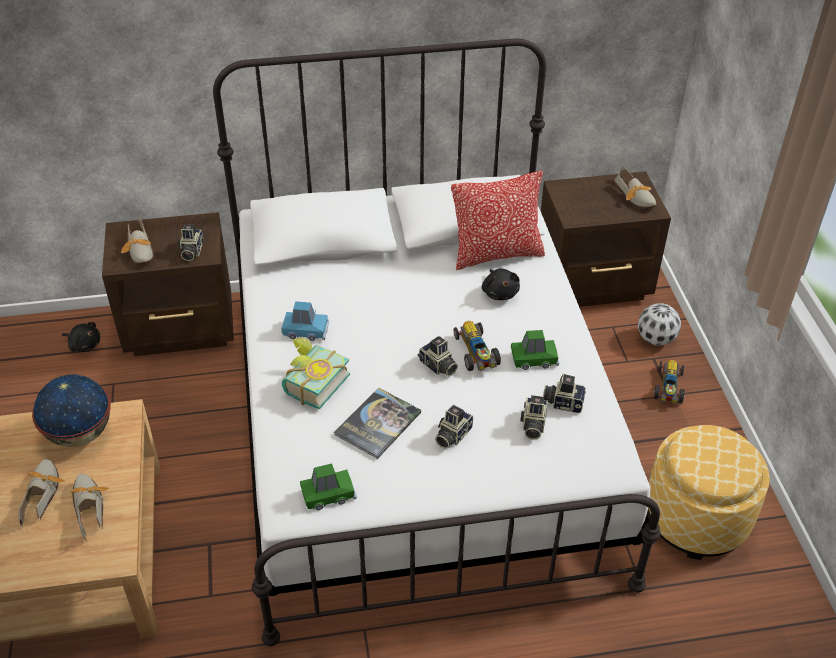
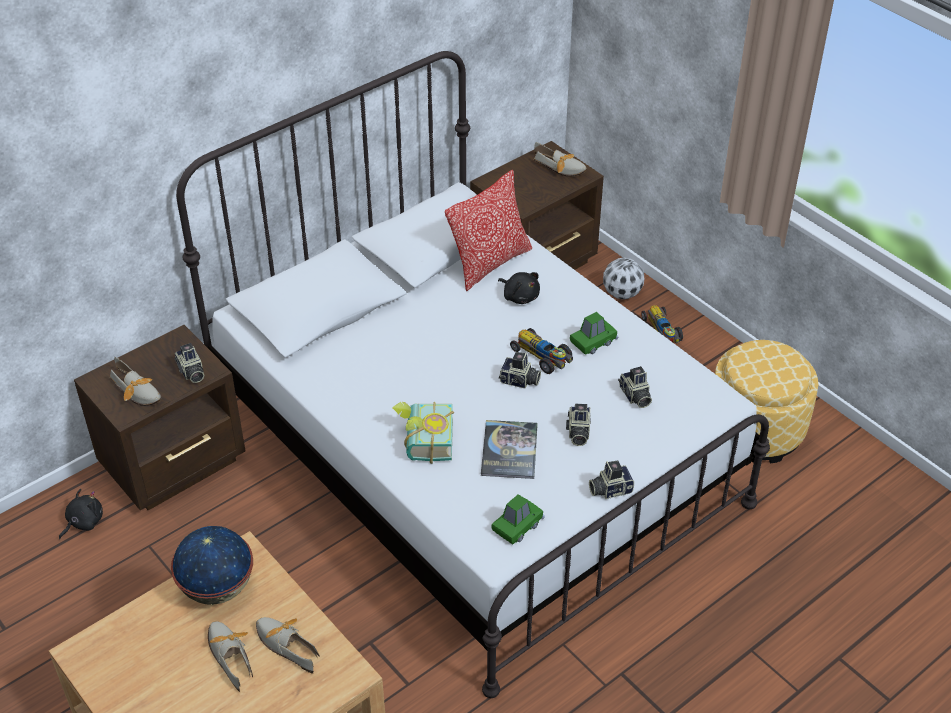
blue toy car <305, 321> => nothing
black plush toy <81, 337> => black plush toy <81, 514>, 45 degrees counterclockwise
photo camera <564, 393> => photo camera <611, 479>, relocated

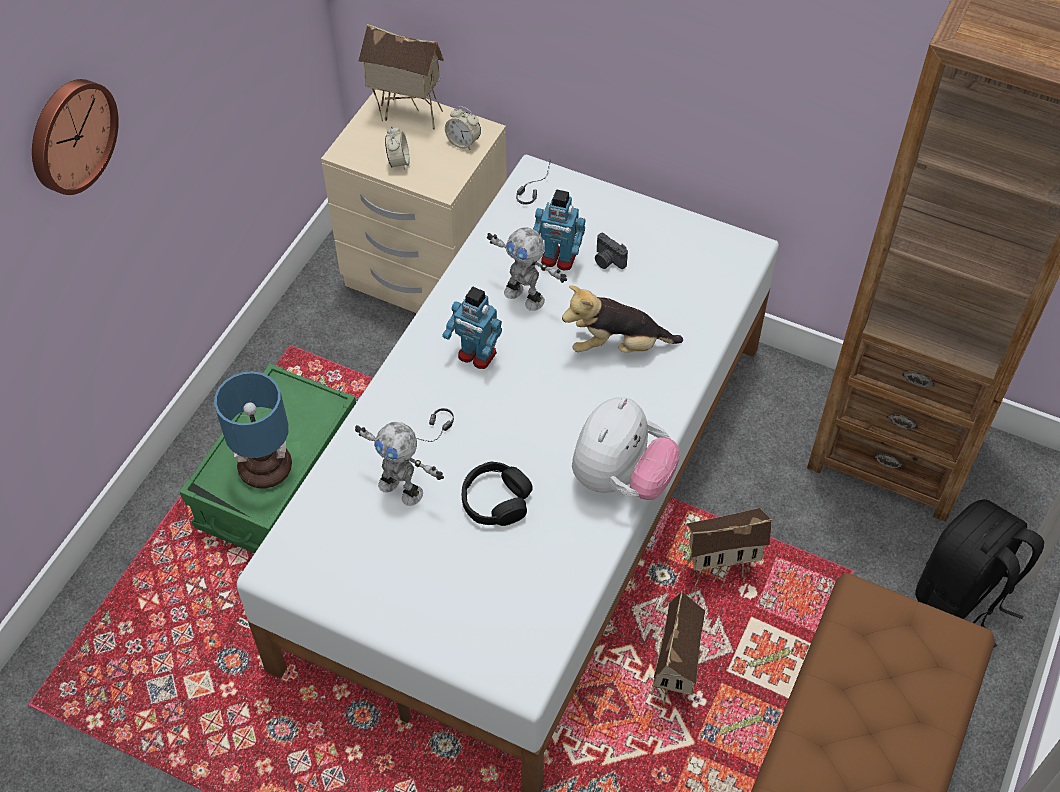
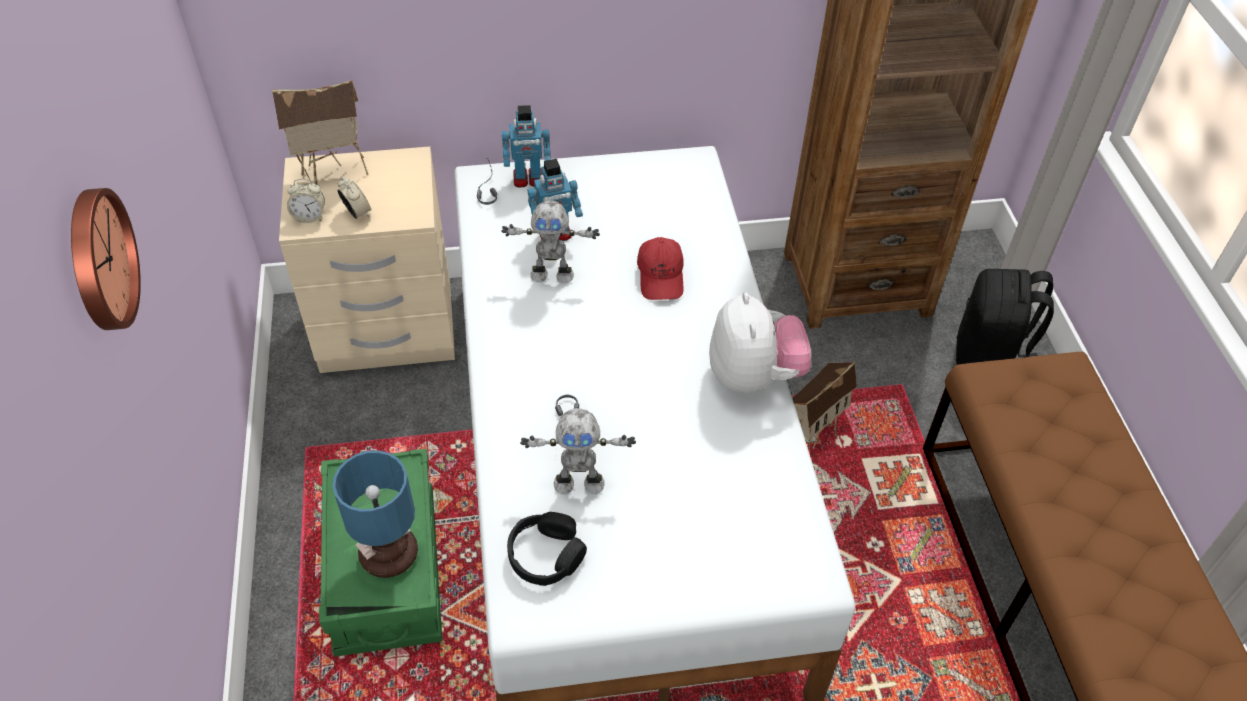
alarm clock <463, 128> => alarm clock <306, 201>, relocated
photo camera <611, 251> => nothing
plush toy <622, 319> => red cap <660, 268>
toy robot <472, 328> => toy robot <526, 146>, relocated
black headphones <497, 494> => black headphones <547, 549>, relocated
toy house <678, 648> => nothing

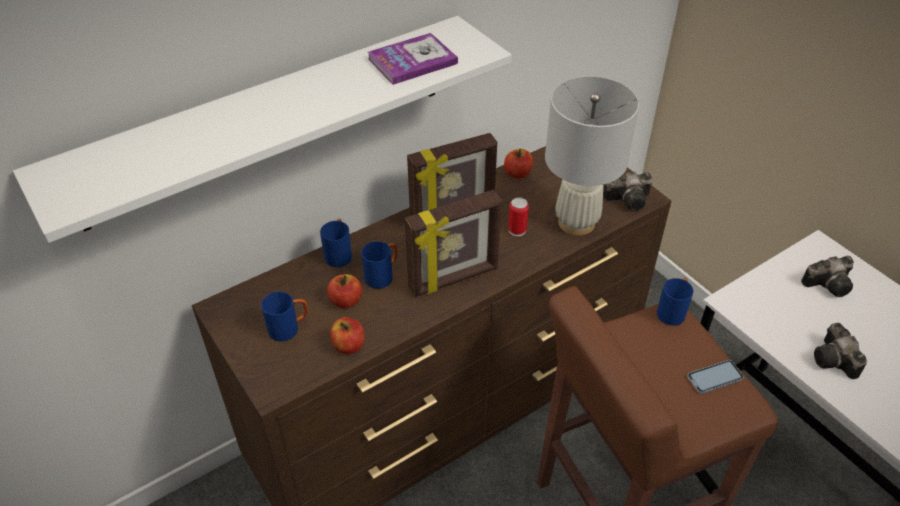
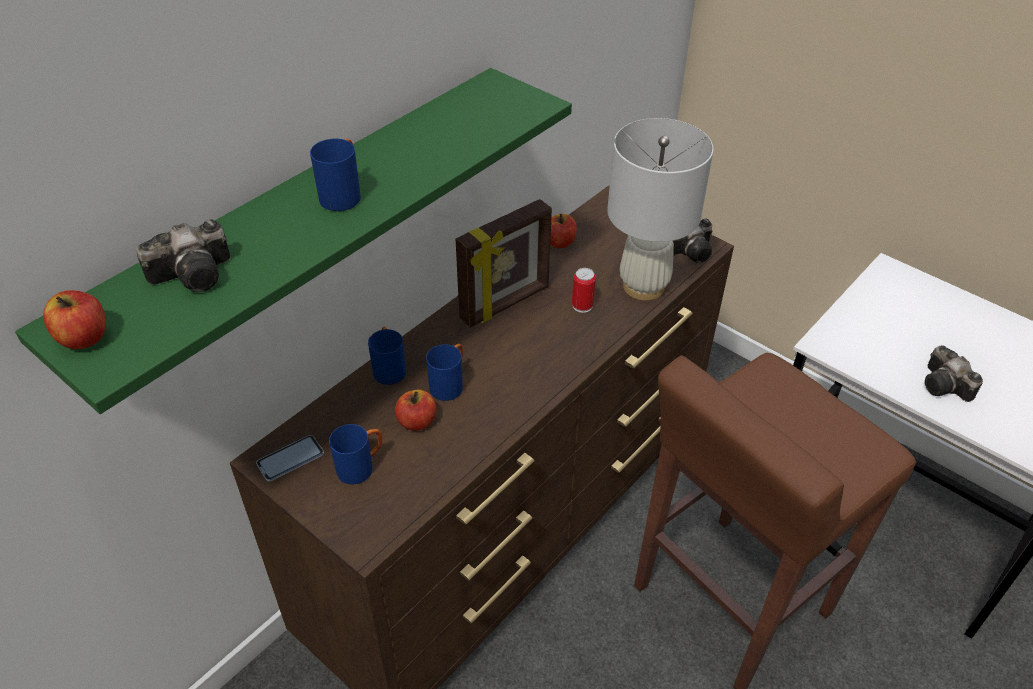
white shelf <262, 129> => green shelf <293, 241>
book <412, 59> => nothing
picture frame <453, 243> => nothing
photo camera <827, 276> => photo camera <183, 255>, relocated
blue mug <675, 302> => blue mug <335, 175>, relocated
apple <347, 335> => apple <74, 319>, relocated
phone <715, 377> => phone <290, 458>, relocated

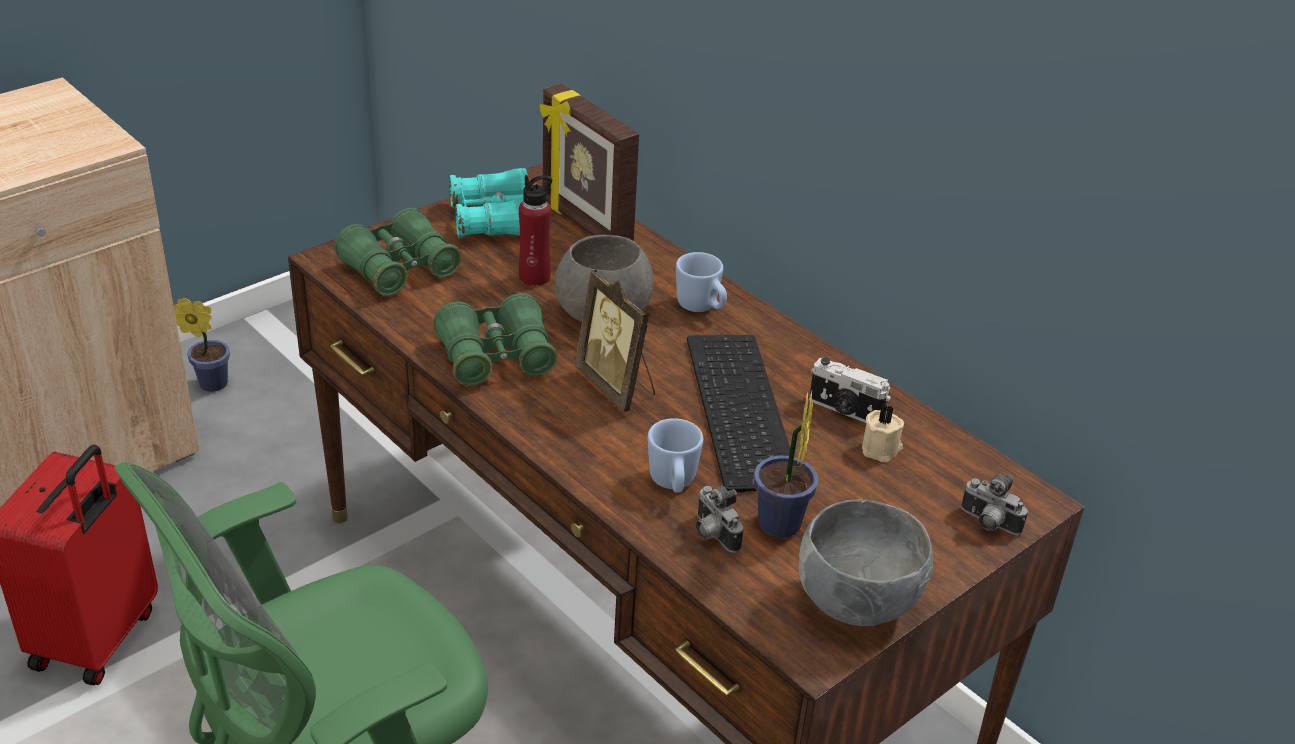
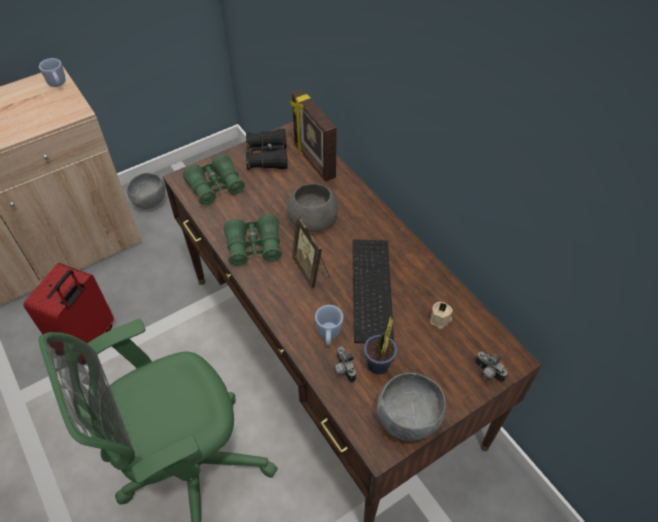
turquoise binoculars <488, 203> => black binoculars <267, 149>
red bottle <535, 230> => nothing
blue mug <701, 282> => blue mug <52, 72>, relocated
potted plant <201, 344> => grey bowl <146, 191>
photo camera <850, 390> => nothing

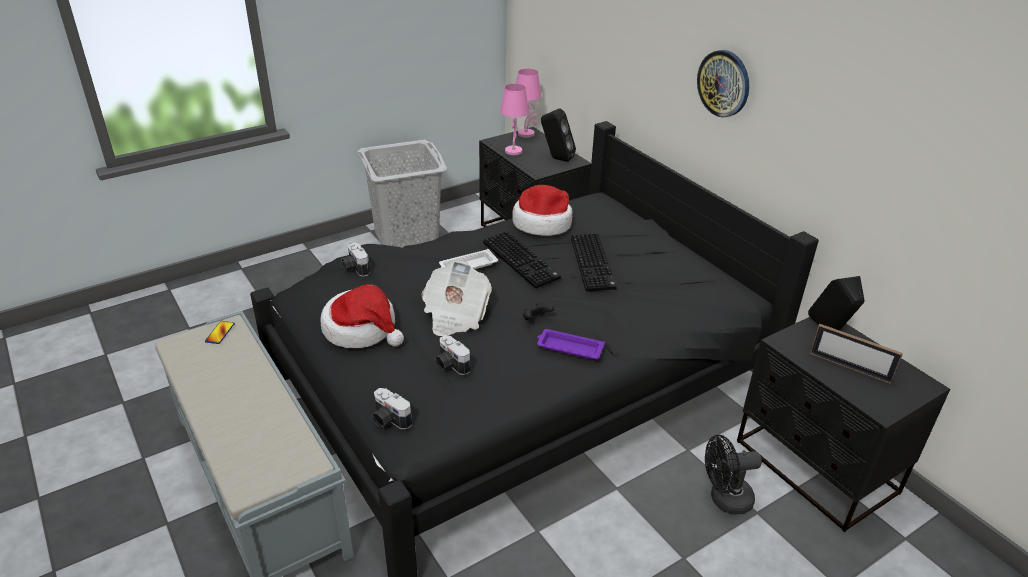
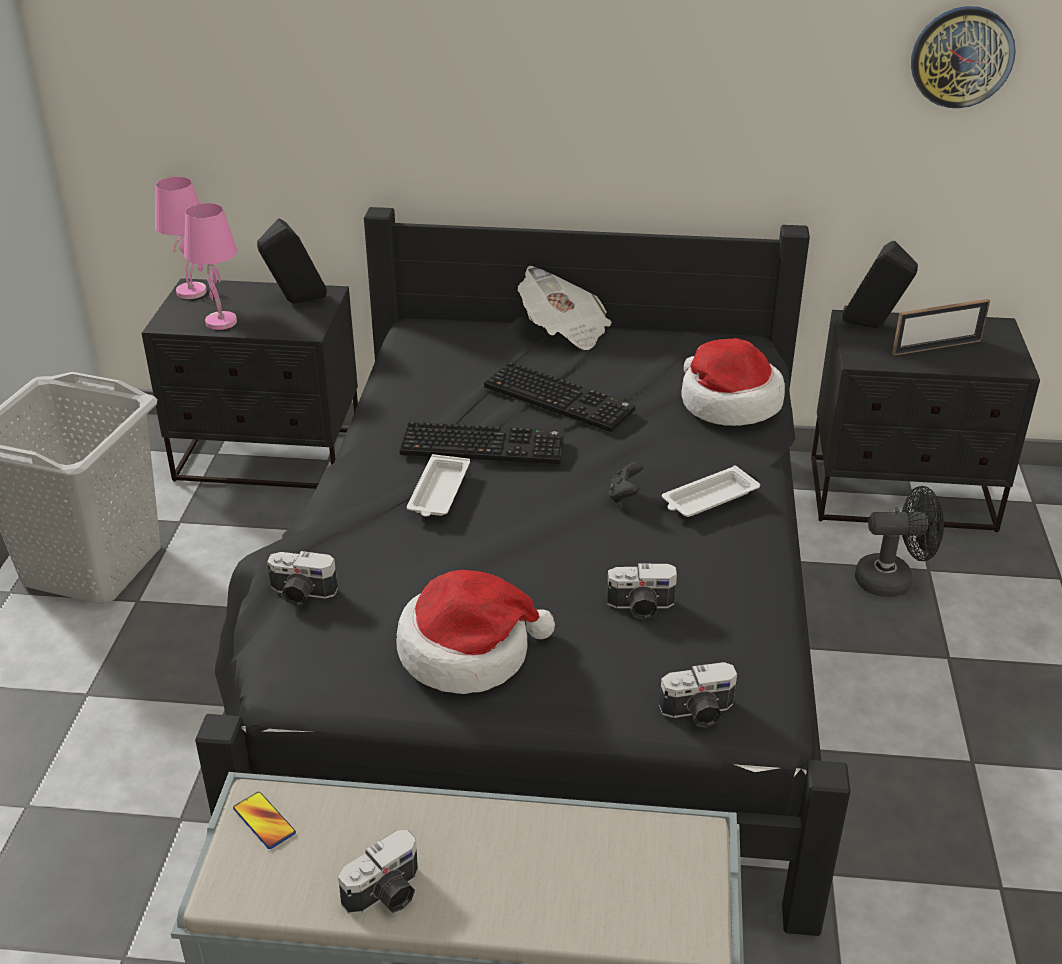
wall clock <723, 84> => wall clock <963, 57>, relocated
hat <542, 210> => hat <733, 382>, relocated
newspaper <456, 298> => newspaper <565, 308>, relocated
purple tray <571, 344> => white tray <711, 491>
black fan <733, 474> => black fan <899, 541>, 120 degrees counterclockwise
nothing => photo camera <378, 872>

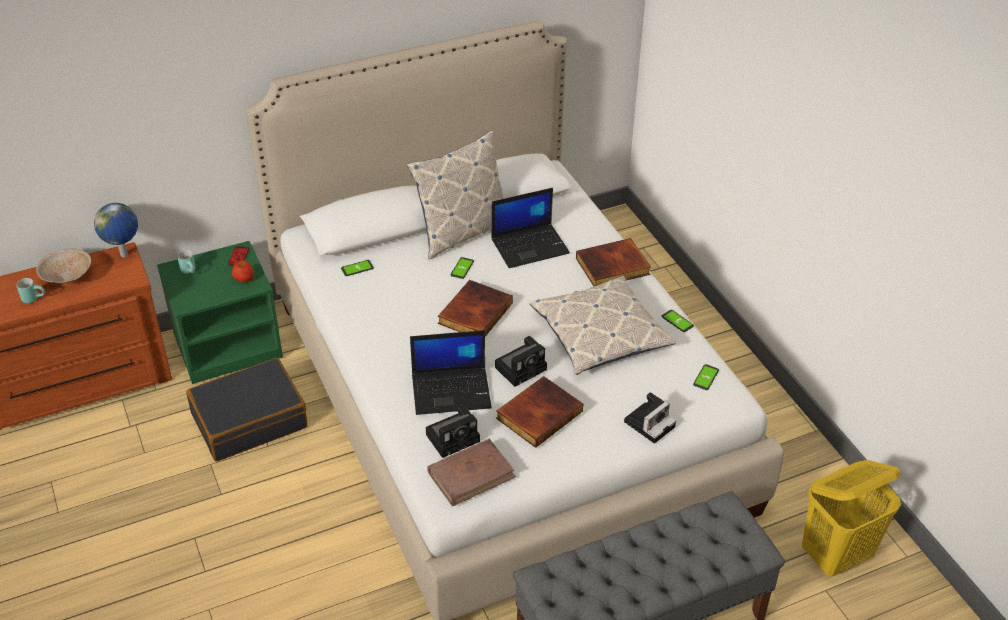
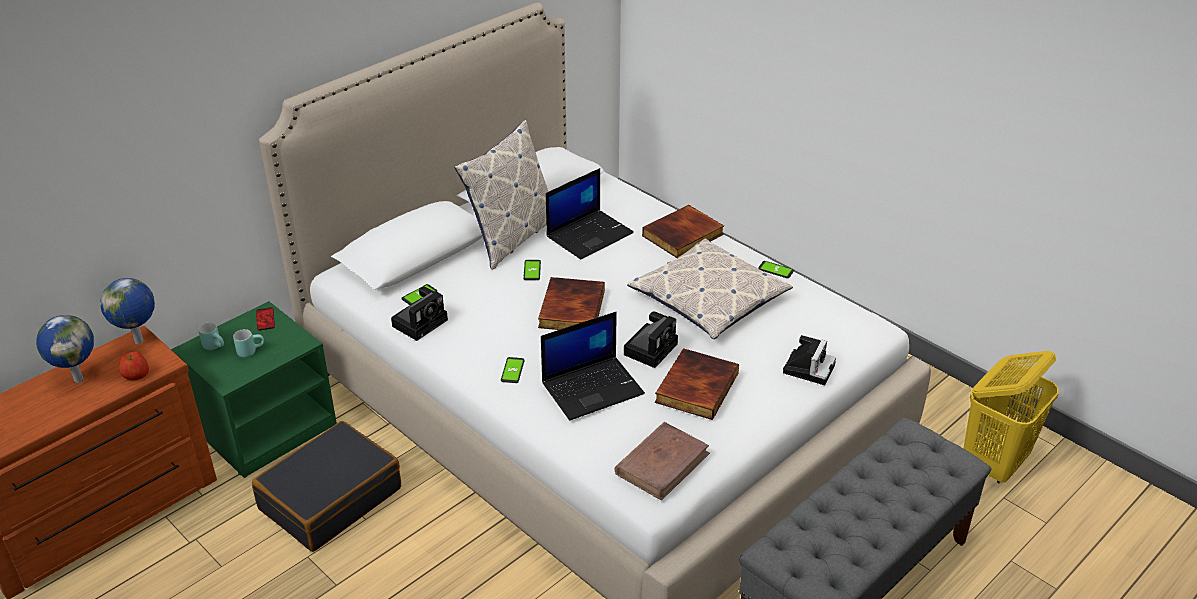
beige bowl <63, 266> => globe <65, 349>
apple <243, 271> => apple <134, 366>, relocated
turquoise mug <30, 290> => turquoise mug <248, 343>, relocated
phone <706, 377> => phone <513, 370>, relocated
photo camera <453, 431> => photo camera <419, 313>, relocated

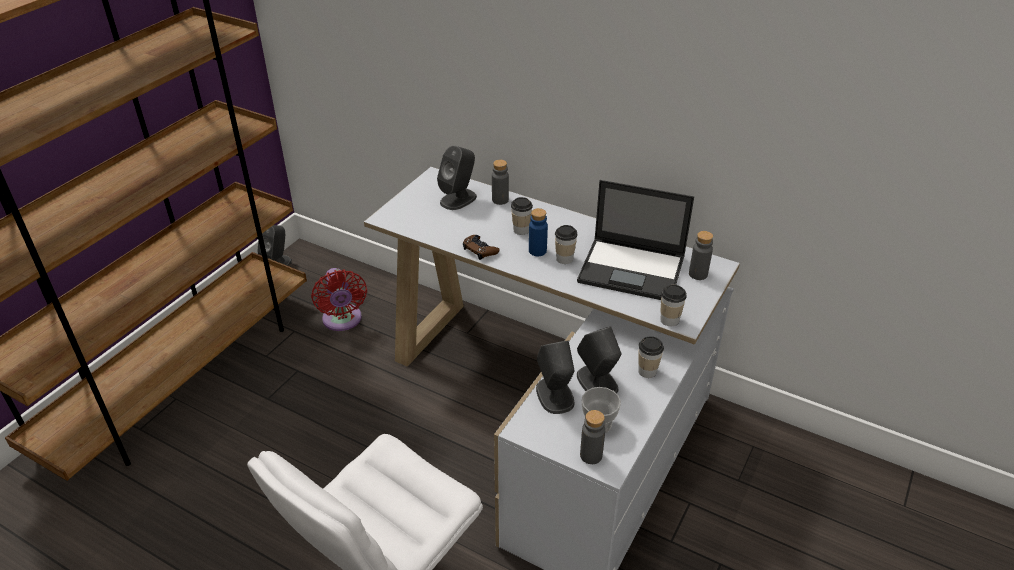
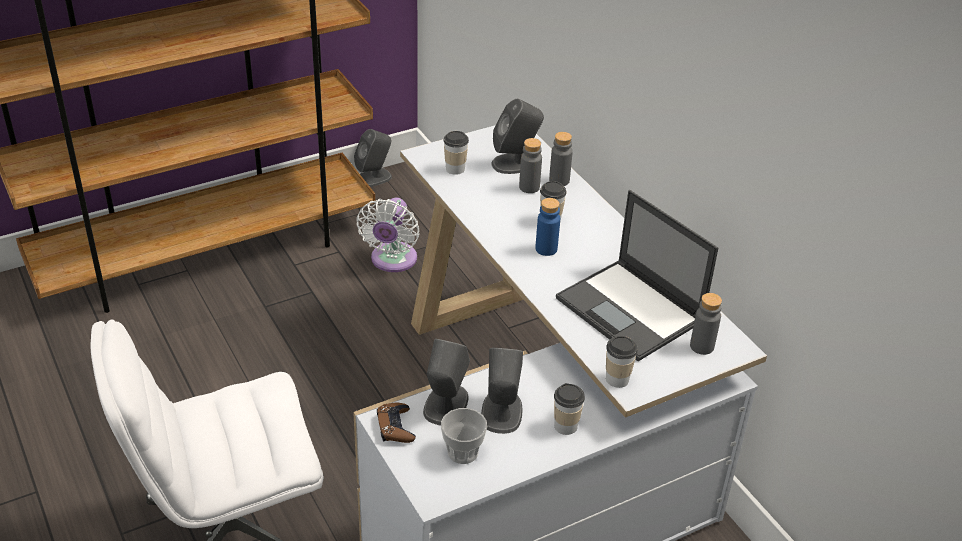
cup <566, 244> => cup <456, 153>, relocated
brown game controller <481, 247> => brown game controller <396, 423>, relocated
red fan <339, 299> => white fan <387, 235>
grey bottle <592, 437> => grey bottle <530, 165>, relocated

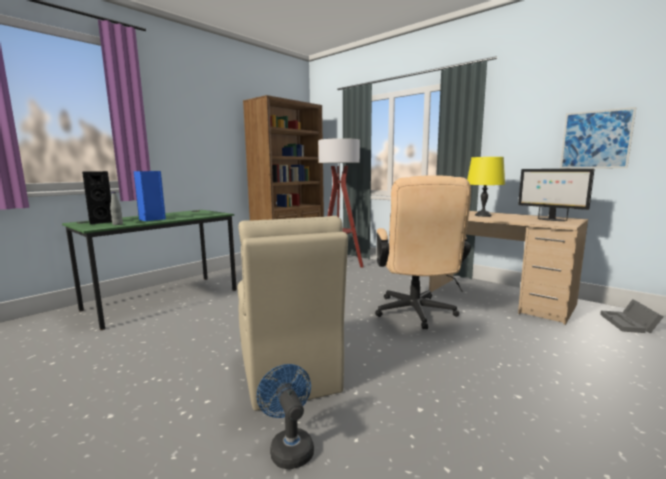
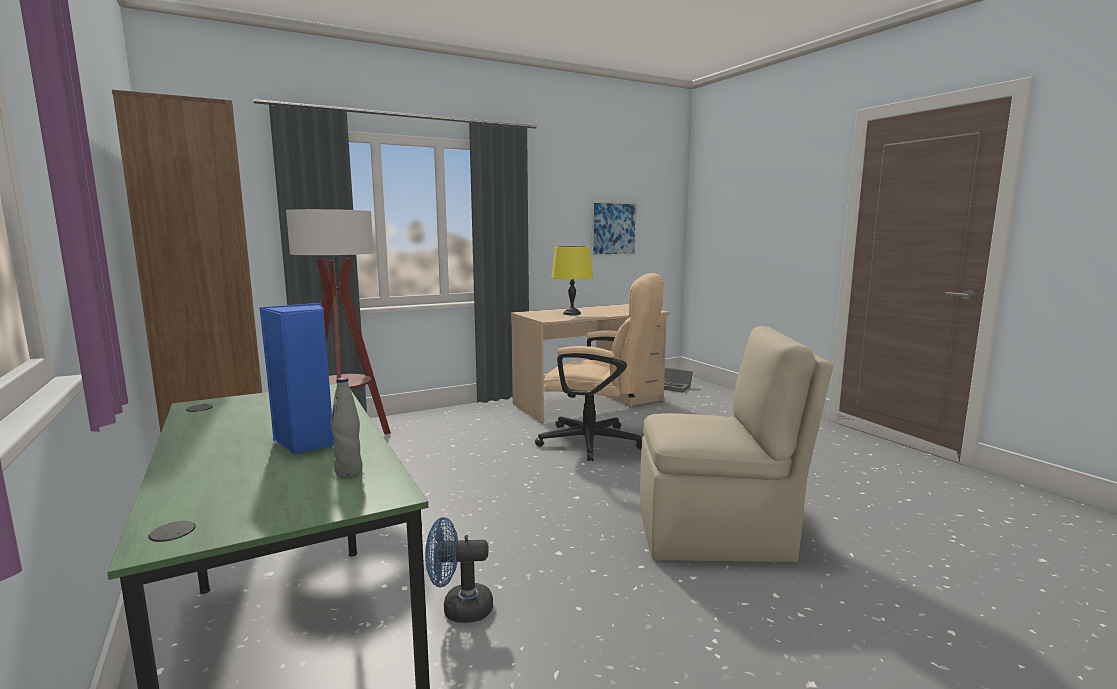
monitor <556, 195> => nothing
black speaker <97, 197> => nothing
blue fan <285, 416> => blue fan <459, 570>, relocated

